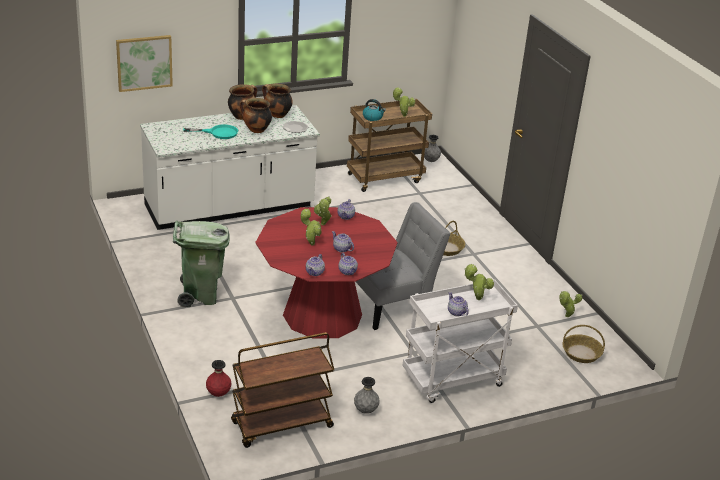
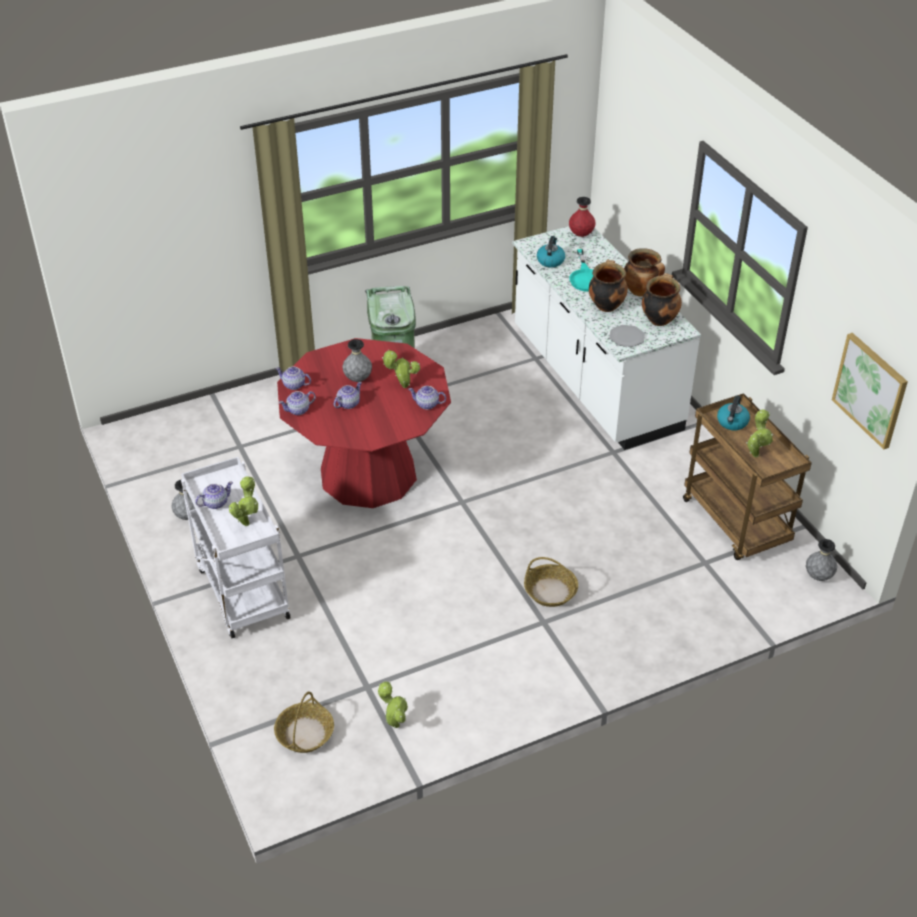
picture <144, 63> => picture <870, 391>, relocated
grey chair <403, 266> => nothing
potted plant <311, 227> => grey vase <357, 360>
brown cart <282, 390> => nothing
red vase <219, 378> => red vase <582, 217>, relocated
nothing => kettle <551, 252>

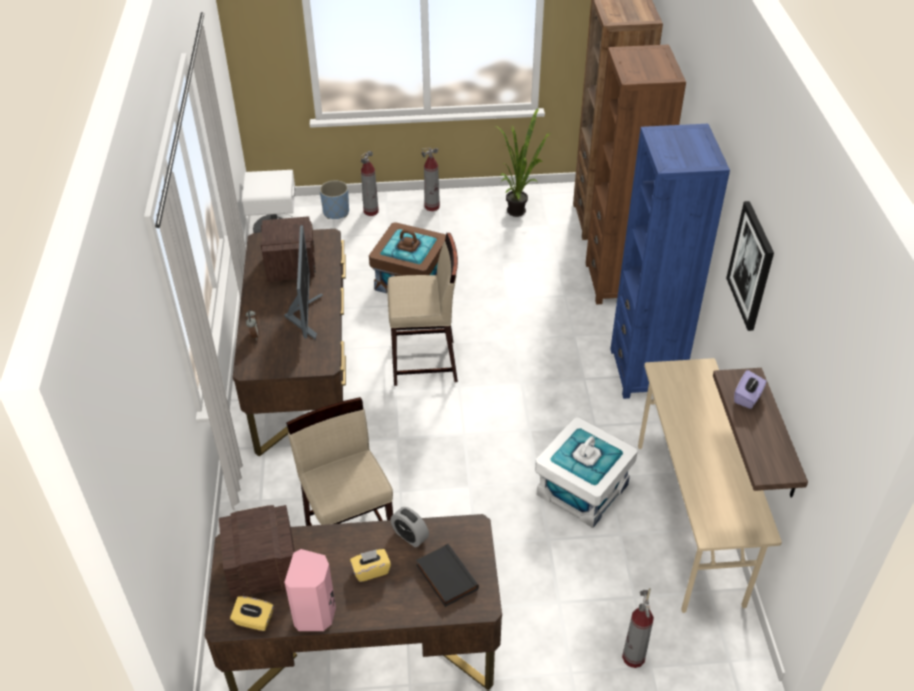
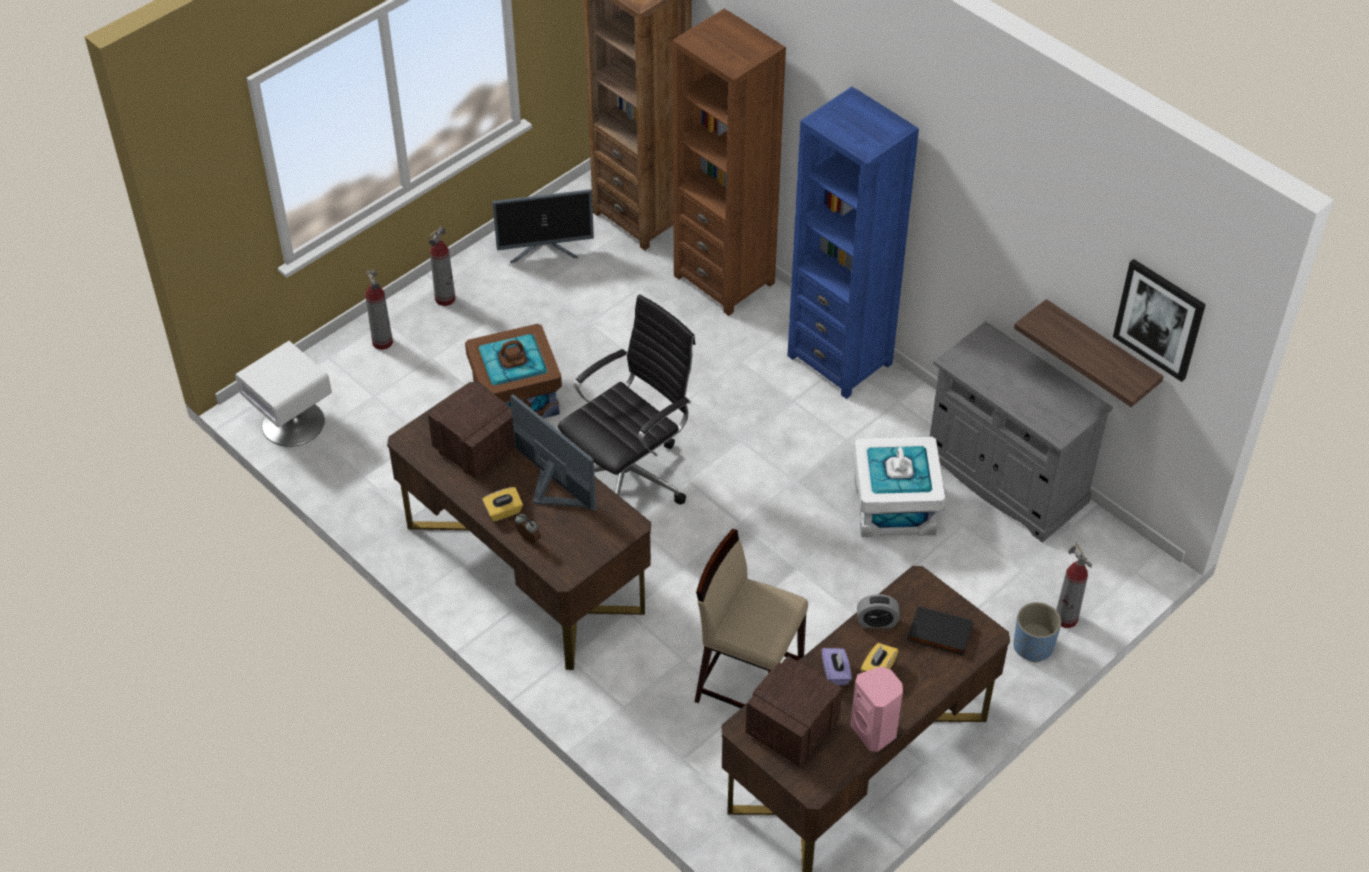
potted plant <522, 162> => monitor <543, 226>
blue planter <334, 199> => blue planter <1037, 632>, relocated
picture <750, 266> => picture <1159, 320>, relocated
beige stool <422, 309> => black office chair <626, 399>
beige desk <710, 485> => grey cabinet <1021, 431>
purple tissue box <750, 389> => purple tissue box <837, 667>, relocated
yellow tissue box <252, 613> => yellow tissue box <502, 504>, relocated

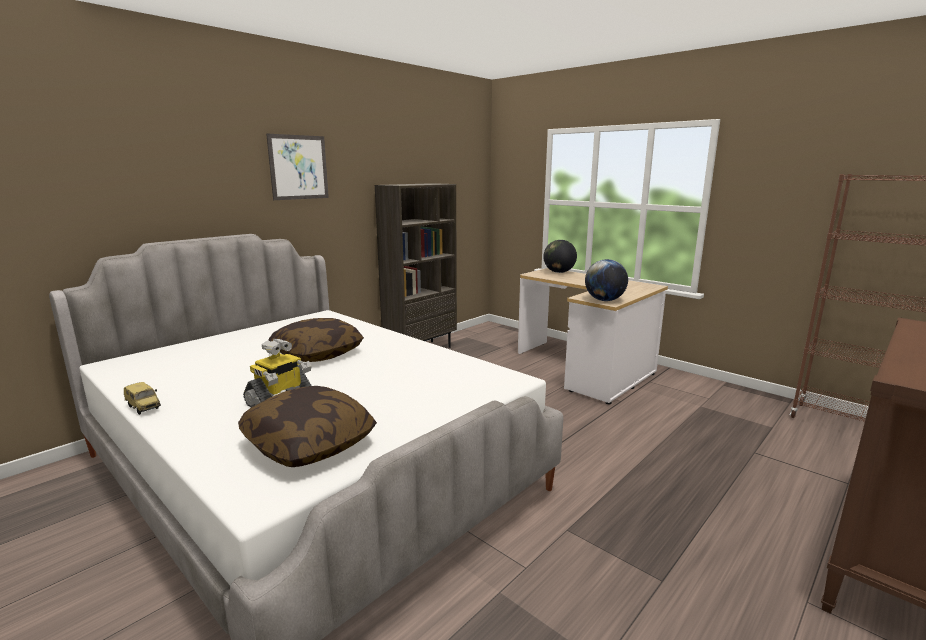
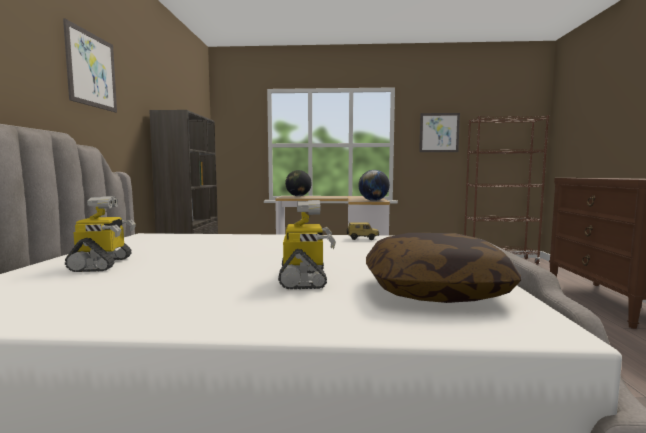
pillow <316, 340> => nothing
toy car <142, 398> => toy car <363, 231>, relocated
nothing => picture <439, 132>
nothing => toy robot <100, 234>

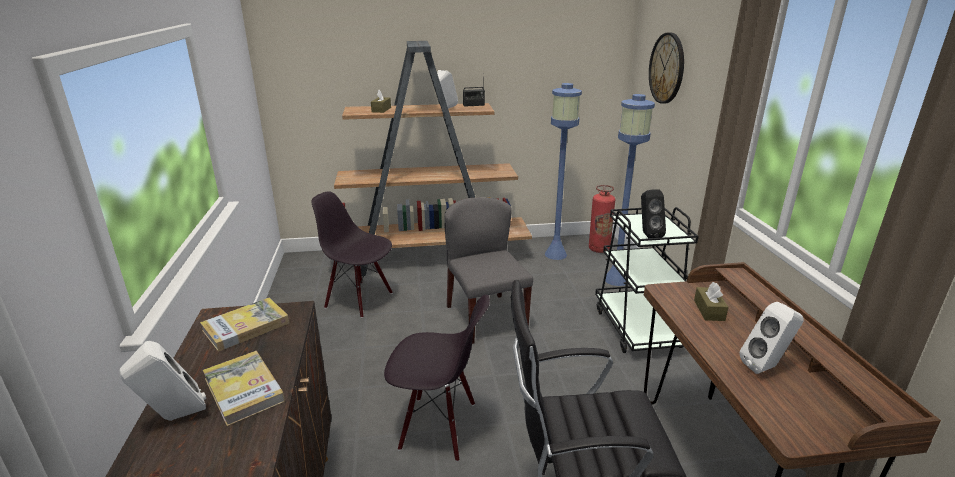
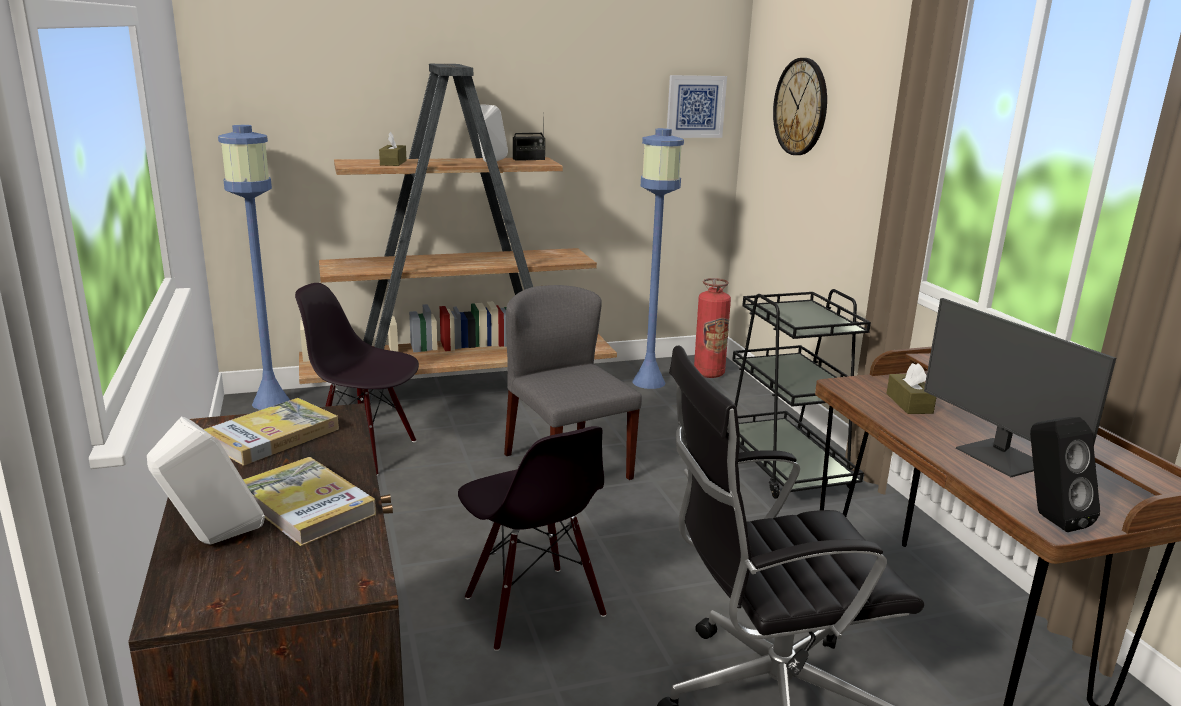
blue floor lamp <630, 190> => blue floor lamp <254, 267>, relocated
black speaker <653, 213> => black speaker <1065, 474>, relocated
black chair <437, 378> => black chair <532, 538>, 60 degrees clockwise
white speaker <772, 338> => monitor <1020, 387>
nothing => picture <697, 106>

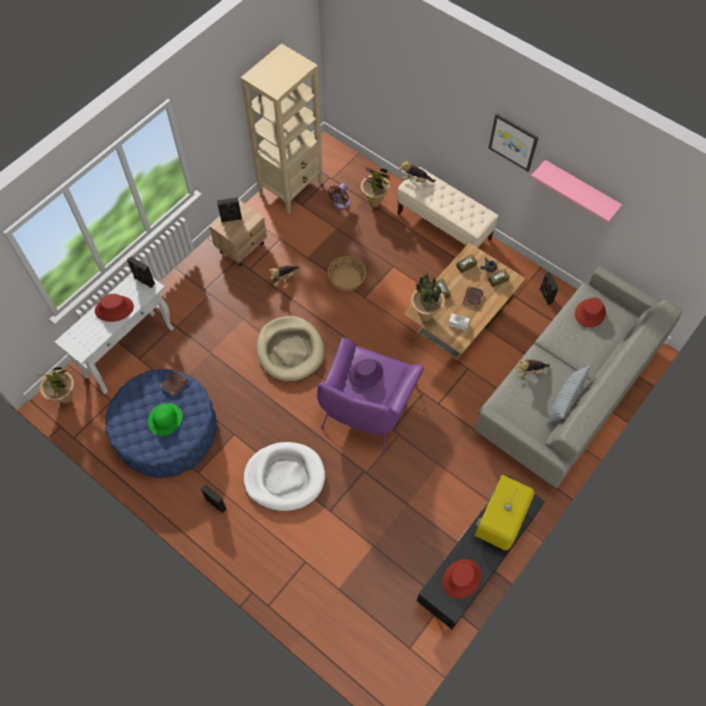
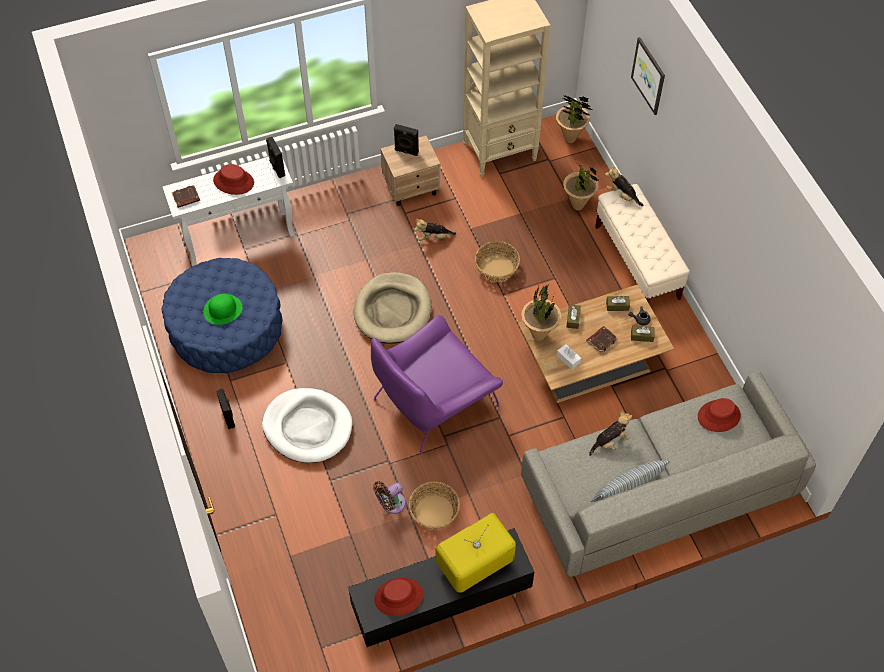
picture <514, 142> => picture <648, 76>, relocated
pink shelf <576, 191> => nothing
brown fan <339, 196> => brown fan <389, 497>, relocated
black speaker <549, 288> => nothing
purple hat <366, 374> => nothing
plush toy <532, 368> => plush toy <610, 433>, 135 degrees clockwise
potted plant <57, 385> => potted plant <574, 119>, relocated
brown book <174, 383> => brown book <186, 196>, relocated
nothing => basket <434, 505>

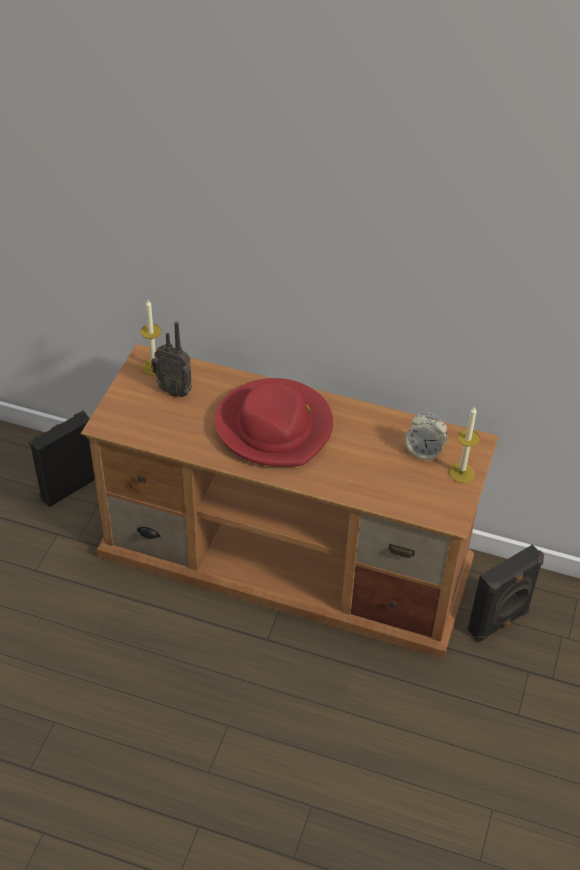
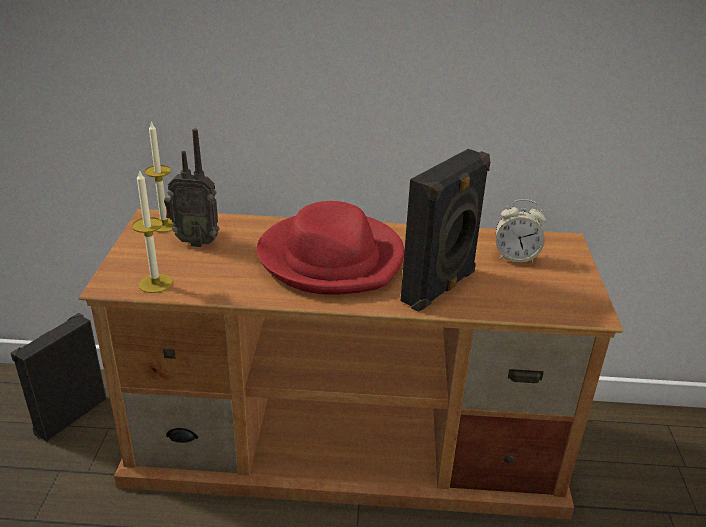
candle <464, 444> => candle <152, 231>, relocated
black speaker <506, 593> => black speaker <445, 230>, relocated

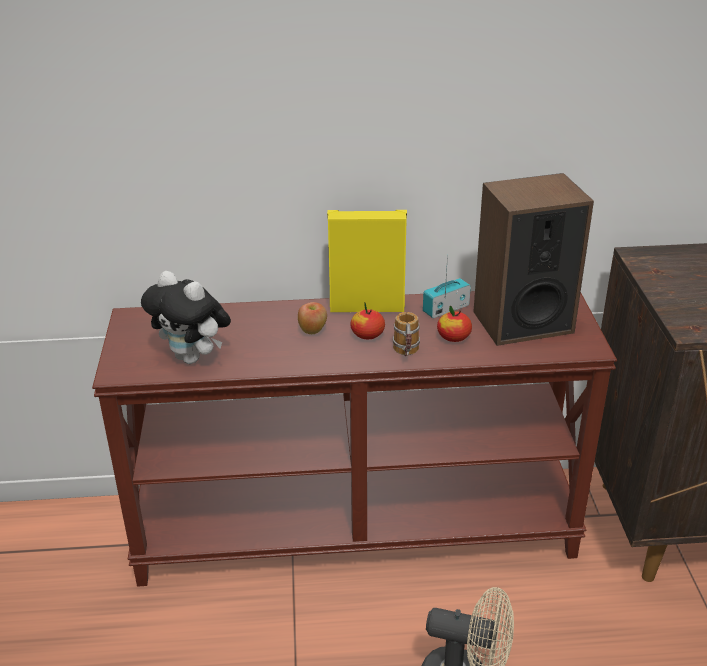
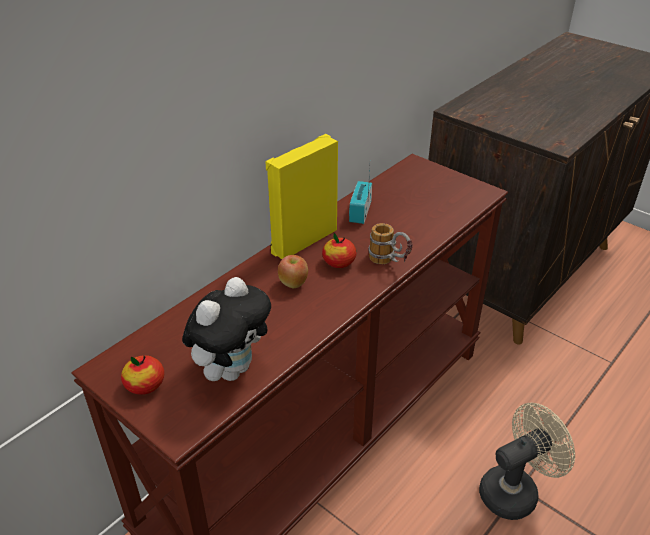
speaker <533, 259> => nothing
plush toy <186, 317> => plush toy <226, 329>, 45 degrees counterclockwise
apple <454, 324> => apple <142, 375>, relocated

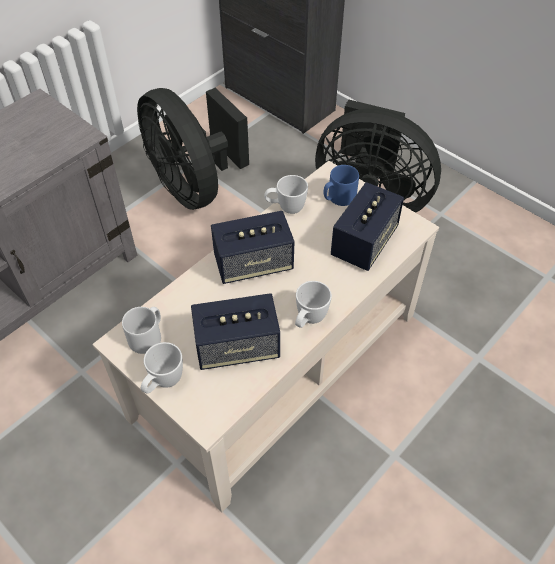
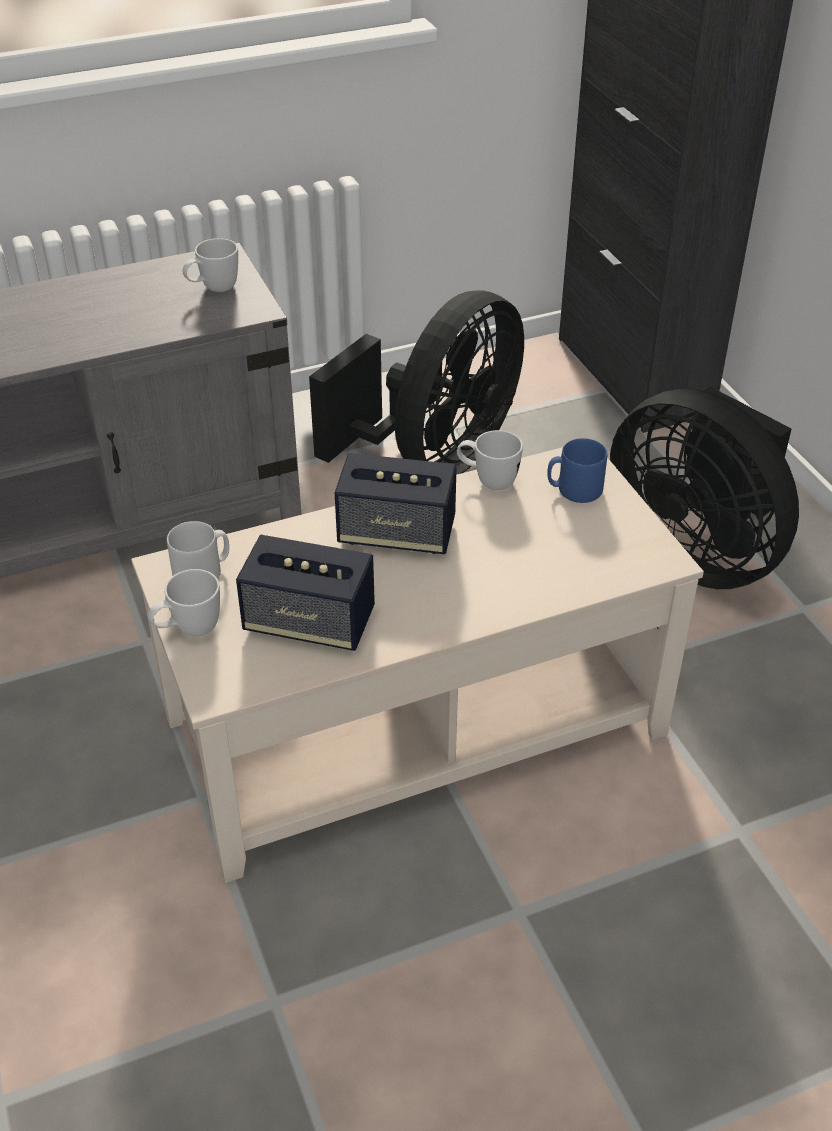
black fan <193, 149> => black fan <416, 382>, 135 degrees counterclockwise
speaker <367, 226> => nothing
white mug <313, 304> => white mug <210, 265>, relocated

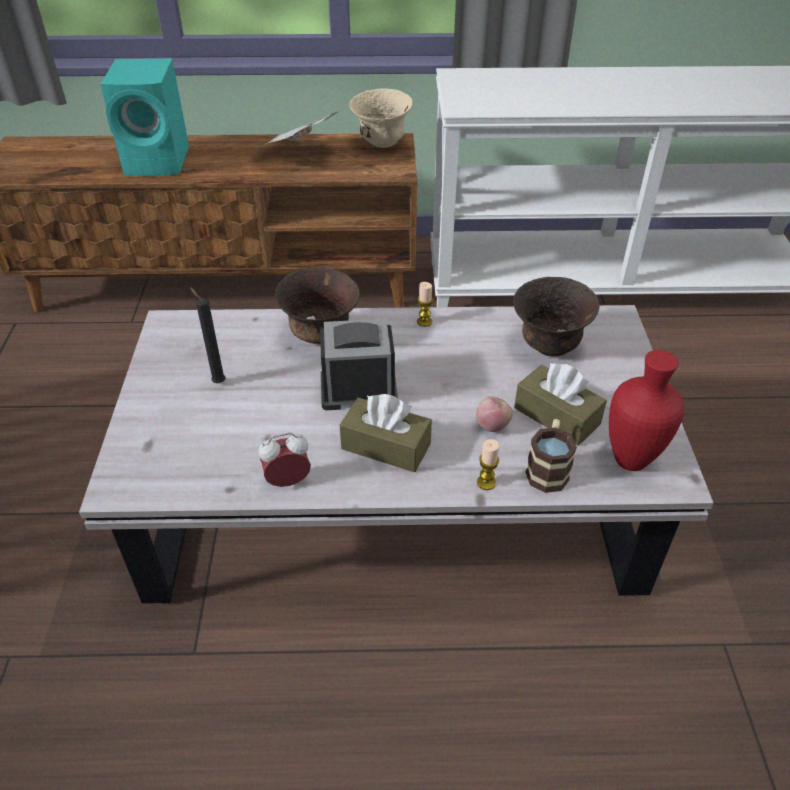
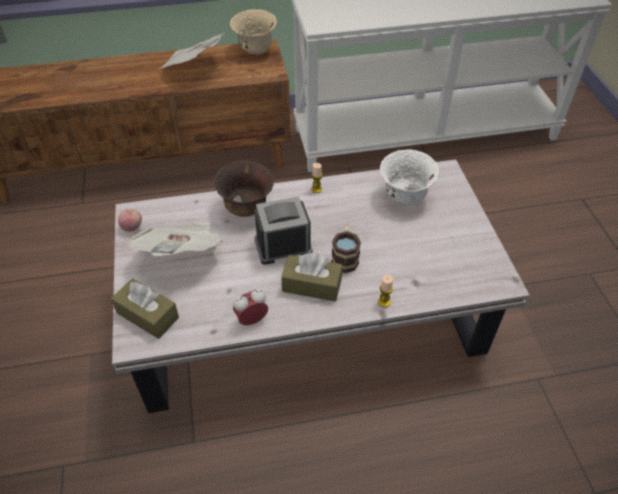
turquoise speaker <144, 117> => nothing
brown bowl <556, 316> => white bowl <409, 177>
black candle <207, 335> => newspaper <174, 239>
red vase <646, 410> => nothing
brown tissue box <560, 404> => brown tissue box <145, 308>, relocated
apple <494, 414> => apple <130, 220>, relocated
mug <551, 456> => mug <346, 249>, relocated

